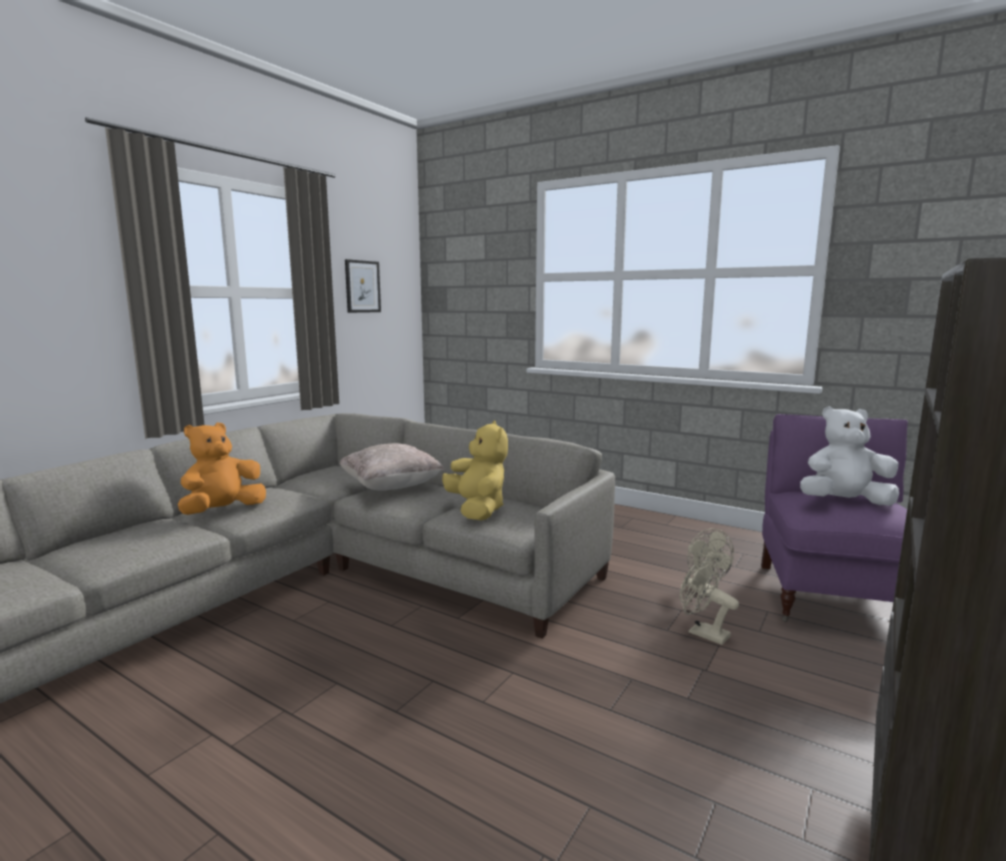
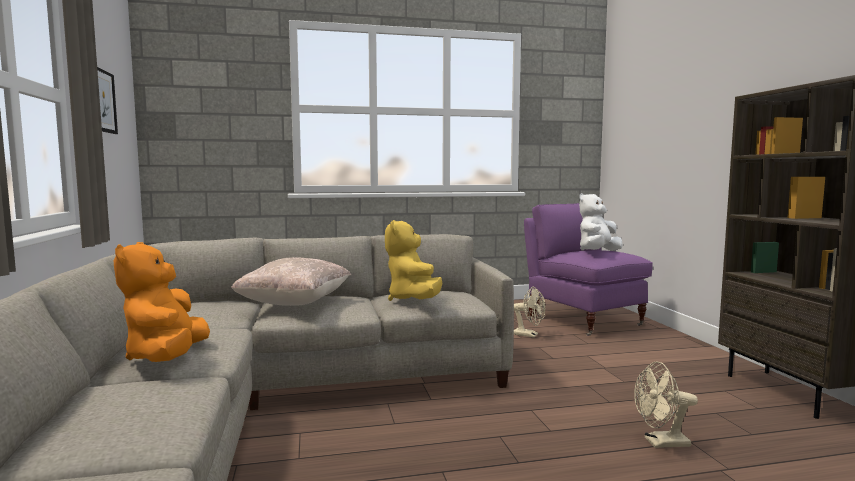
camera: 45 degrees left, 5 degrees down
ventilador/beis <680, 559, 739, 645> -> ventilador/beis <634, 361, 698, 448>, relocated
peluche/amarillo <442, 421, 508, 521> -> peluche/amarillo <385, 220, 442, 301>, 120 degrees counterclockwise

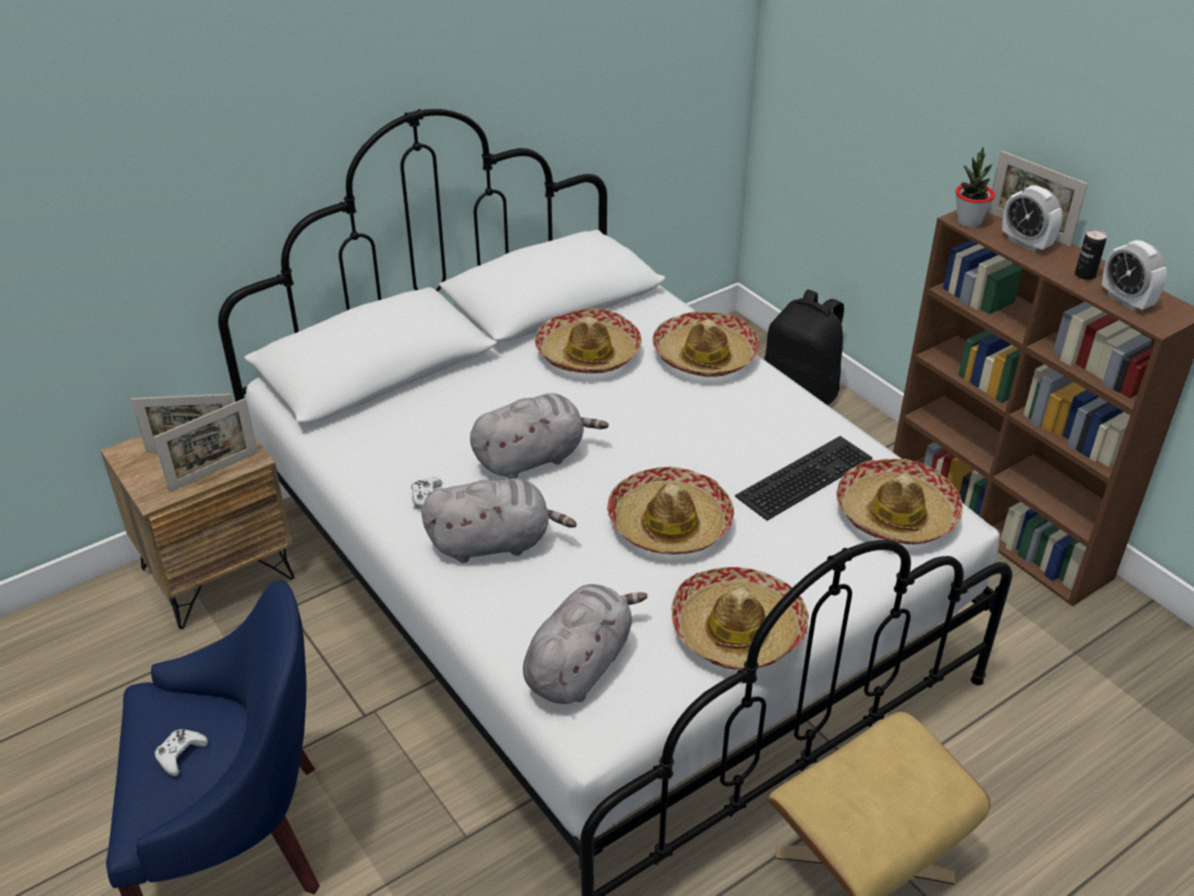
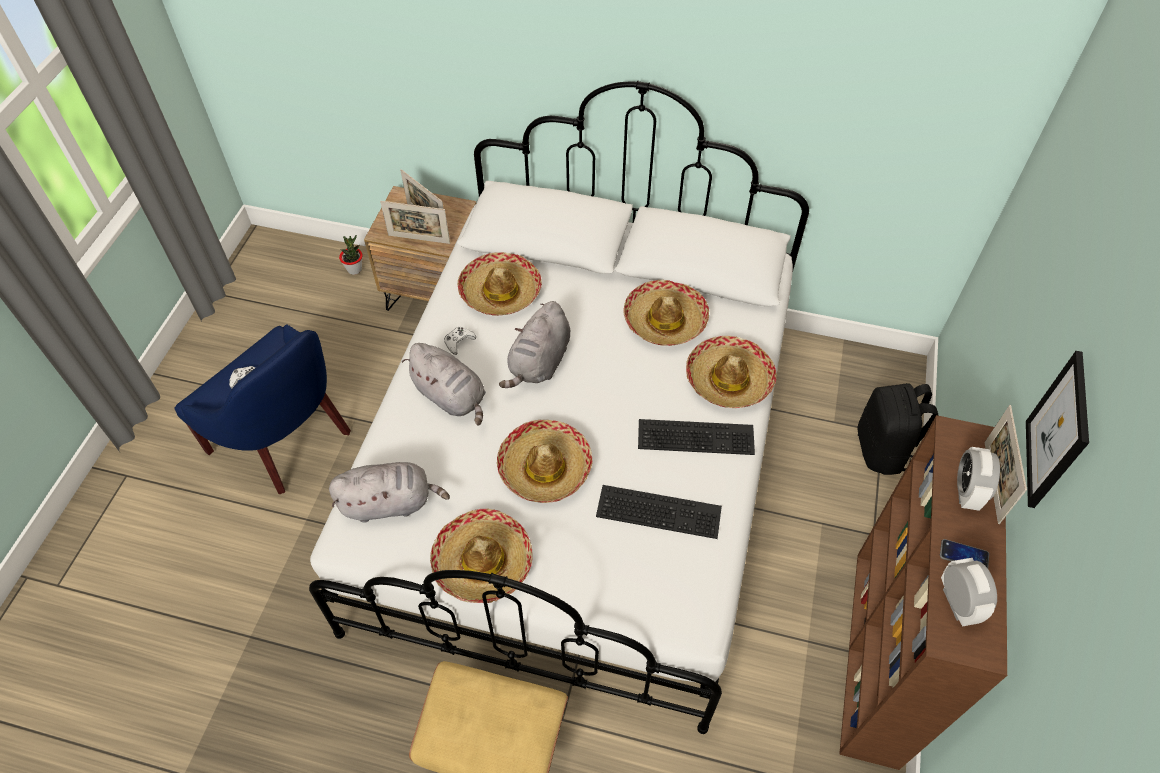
camera: 50 degrees right, 15 degrees up
none -> teclado <638, 419, 755, 455>
none -> cuadro <1026, 351, 1089, 508>
sombrero <836, 459, 963, 544> -> sombrero <458, 252, 542, 316>, relocated
planta en maceta <956, 147, 995, 227> -> planta en maceta <339, 235, 363, 275>, relocated
lata <1075, 230, 1107, 280> -> móvil <940, 539, 989, 568>
peluche/gris <470, 393, 609, 479> -> peluche/gris <499, 301, 570, 388>, 90 degrees clockwise
despertador <1102, 240, 1167, 312> -> despertador <941, 558, 997, 626>, 150 degrees clockwise

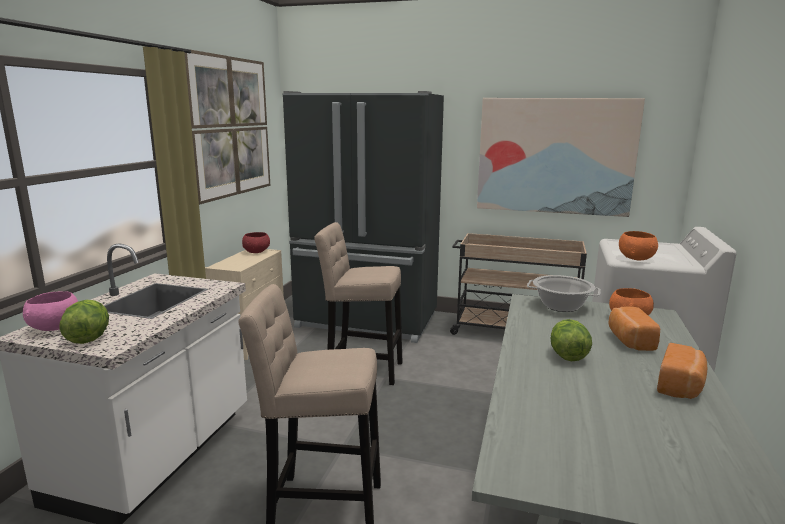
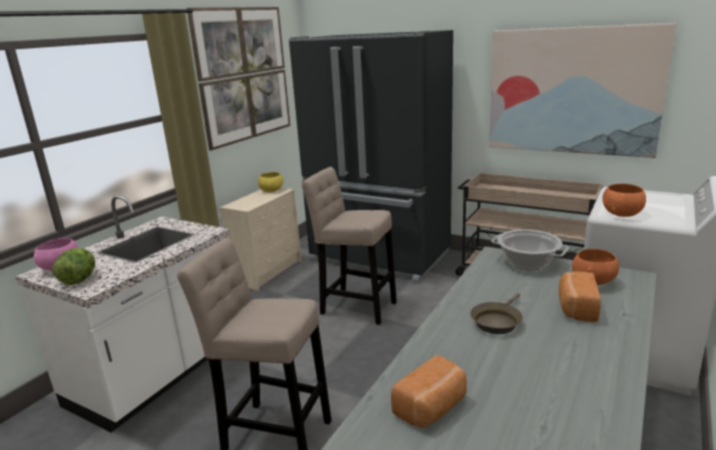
camera: 15 degrees right, 5 degrees up
pan <657, 343, 708, 399> -> pan <391, 355, 467, 428>, relocated
lechuga <550, 319, 592, 361> -> sartén/marrón <470, 293, 523, 334>
cuenco/rojo <242, 232, 270, 253> -> cuenco/amarillo <258, 172, 284, 192>

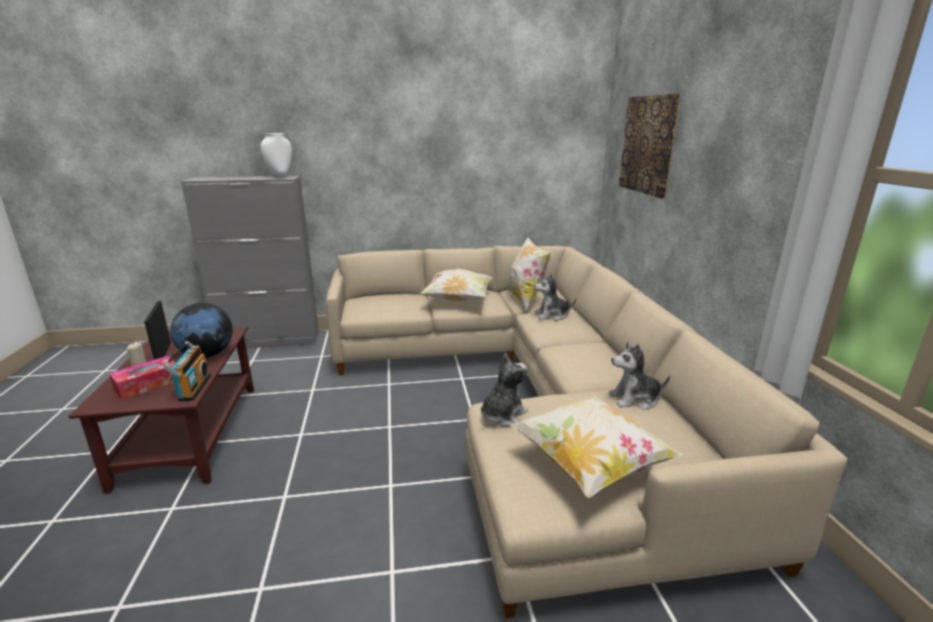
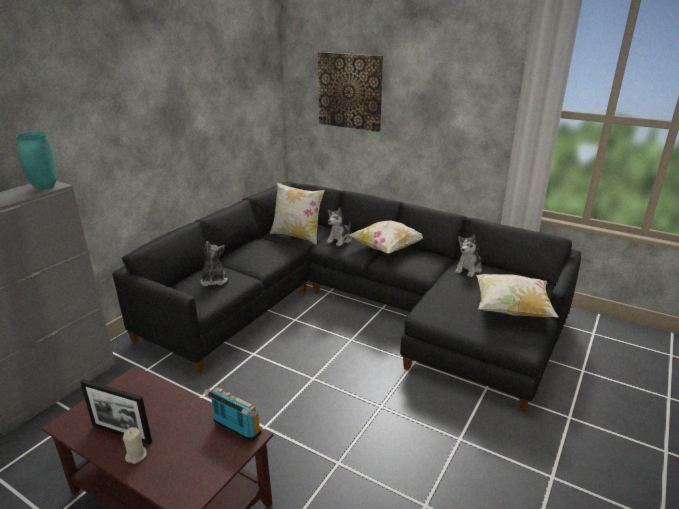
camera: 50 degrees left, 5 degrees up
caja de pañuelos <109, 356, 176, 400> -> none
globo terráqueo <170, 303, 233, 358> -> none
cojín <420, 269, 493, 301> -> cojín <349, 221, 423, 254>, relocated
peluche <481, 353, 528, 427> -> peluche <200, 241, 228, 286>, relocated
florero/blanco <260, 133, 292, 178> -> florero/turquesa <16, 132, 56, 190>
sofá/beis <326, 246, 848, 619> -> sofá/negro <112, 182, 581, 413>

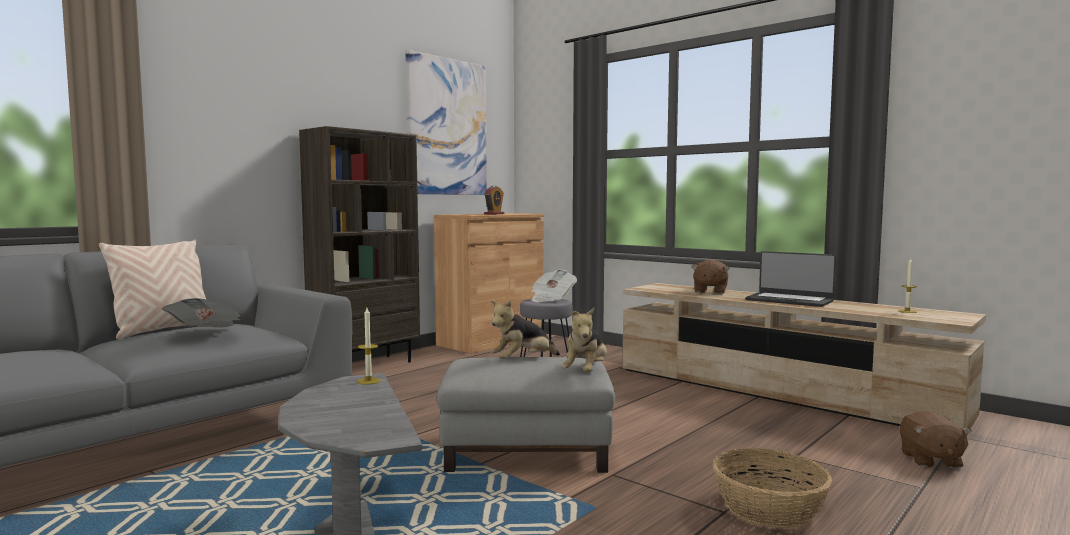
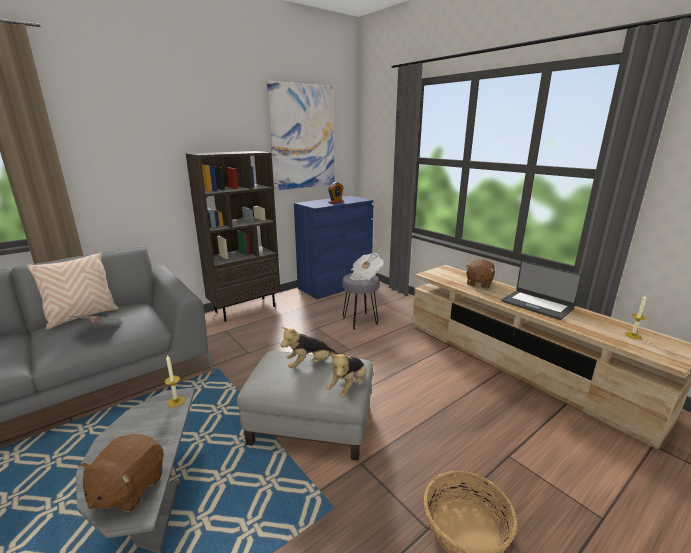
camera: 10 degrees right, 15 degrees up
peluche/marrón <899, 411, 971, 469> -> peluche/marrón <78, 434, 164, 512>, relocated
armario/marrón <434, 213, 544, 354> -> armario/azul <294, 196, 374, 299>

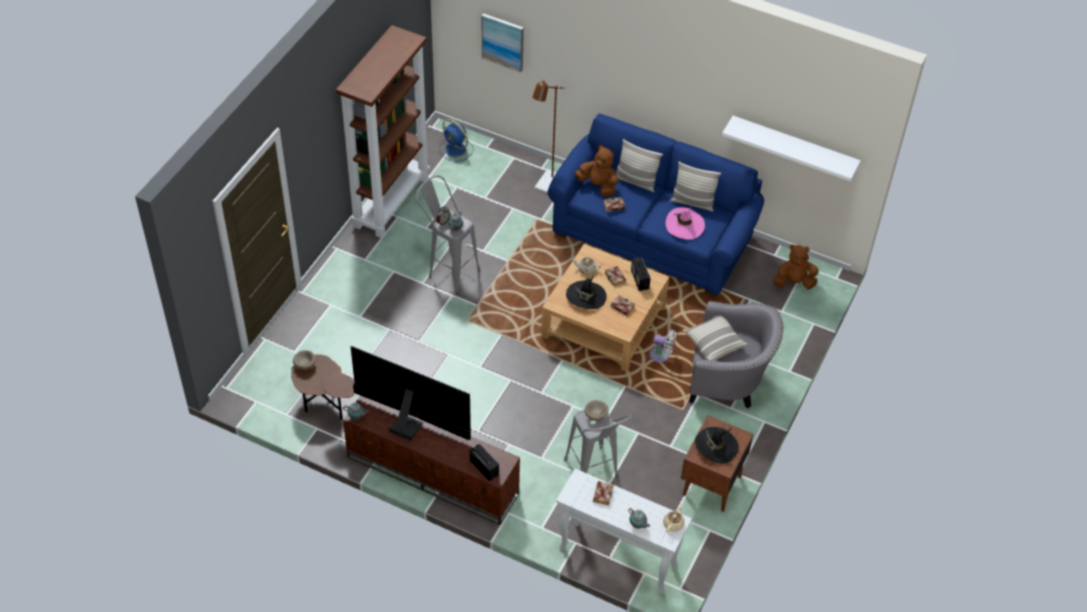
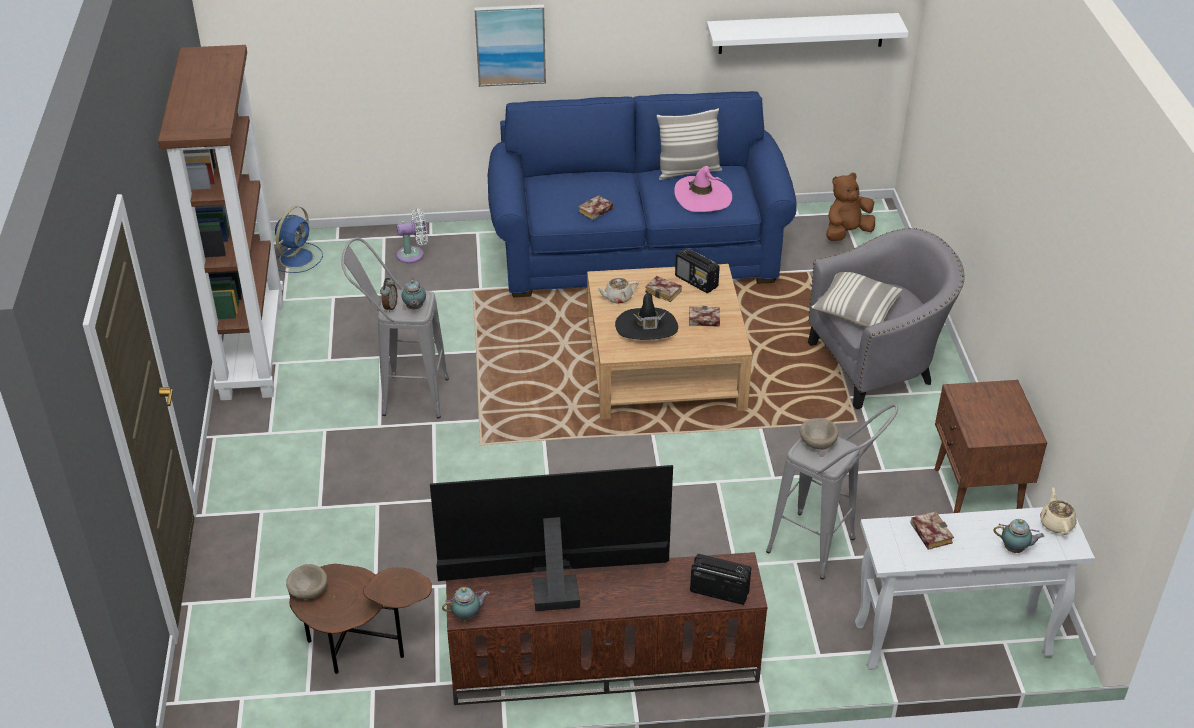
camera: 30 degrees left, 10 degrees down
lámpara de pie/marrón <532, 80, 566, 194> -> none
peluche/marrón <575, 145, 618, 197> -> none
cojín <616, 139, 663, 192> -> none
sombrero/negro <695, 427, 739, 464> -> none
cuadro <482, 13, 524, 72> -> cuadro <474, 5, 546, 87>, relocated
ventilador/blanco <649, 330, 676, 363> -> ventilador/blanco <396, 209, 428, 264>, relocated
ventilador/azul <439, 119, 474, 162> -> ventilador/azul <275, 206, 323, 273>, 75 degrees counterclockwise

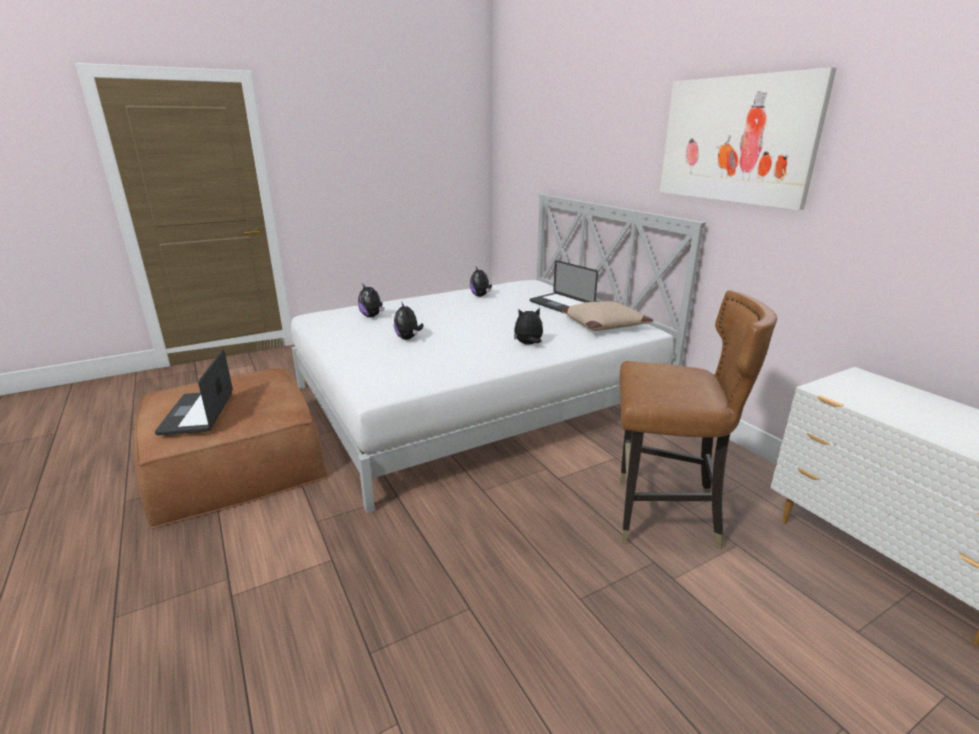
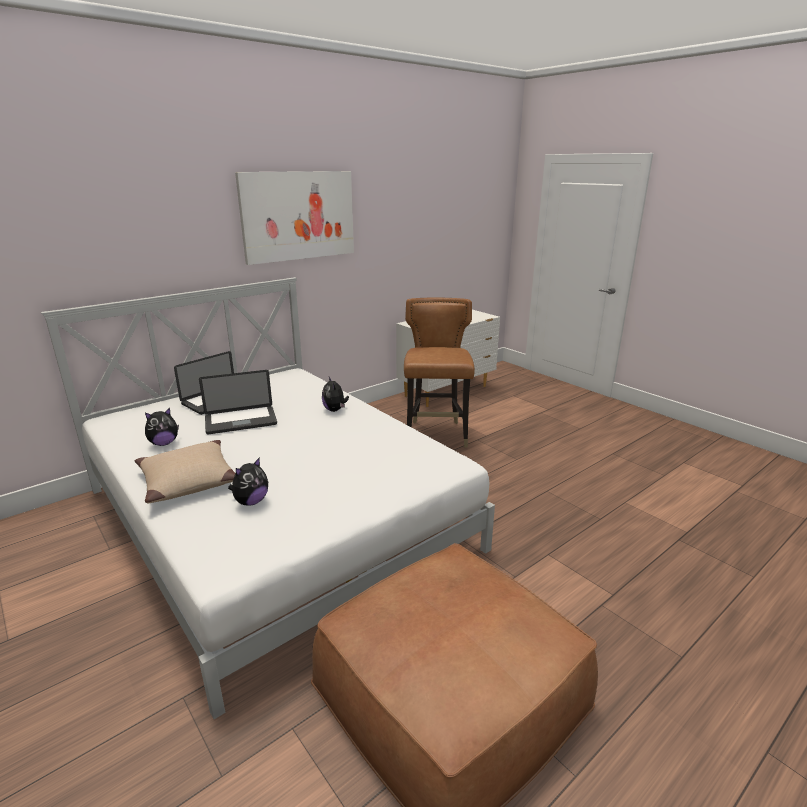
camera: 100 degrees left, 0 degrees up
peluche <394, 301, 424, 340> -> none
portátil <155, 349, 233, 435> -> portátil <199, 370, 277, 434>, relocated
cojín/beis <561, 301, 653, 331> -> cojín/beis <135, 440, 235, 503>, relocated

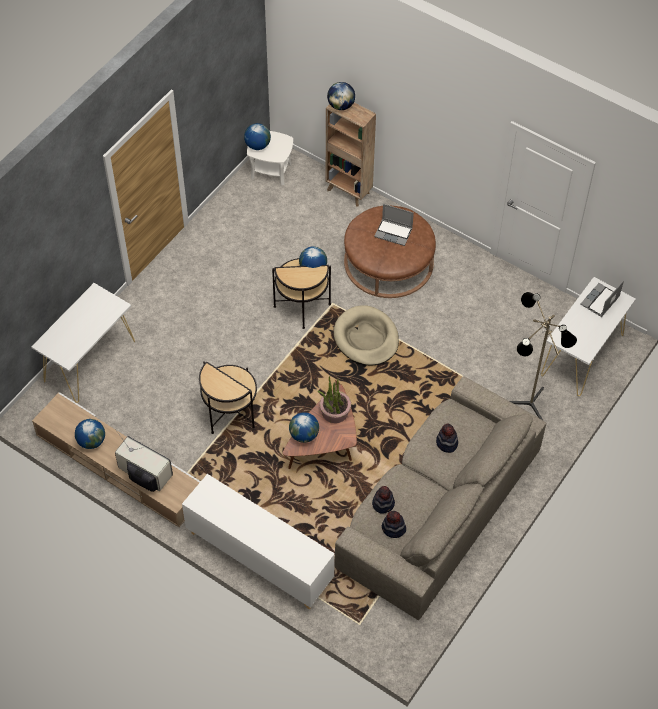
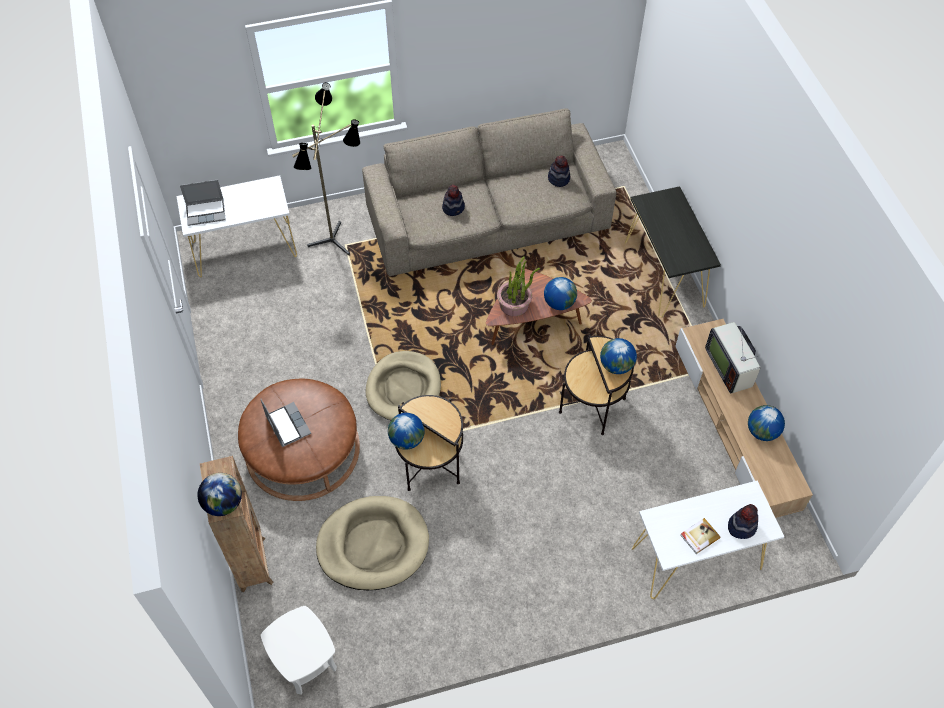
camera: 140 degrees left, 0 degrees up
none -> cama para perro/beis <316, 496, 429, 590>
none -> libro <680, 518, 721, 554>
globo terráqueo <244, 123, 271, 150> -> globo terráqueo <600, 338, 637, 374>, relocated
sombrero <372, 486, 395, 514> -> sombrero <728, 504, 758, 539>, relocated
armario/blanco <182, 474, 335, 609> -> mesa consola/negro <625, 186, 721, 317>

